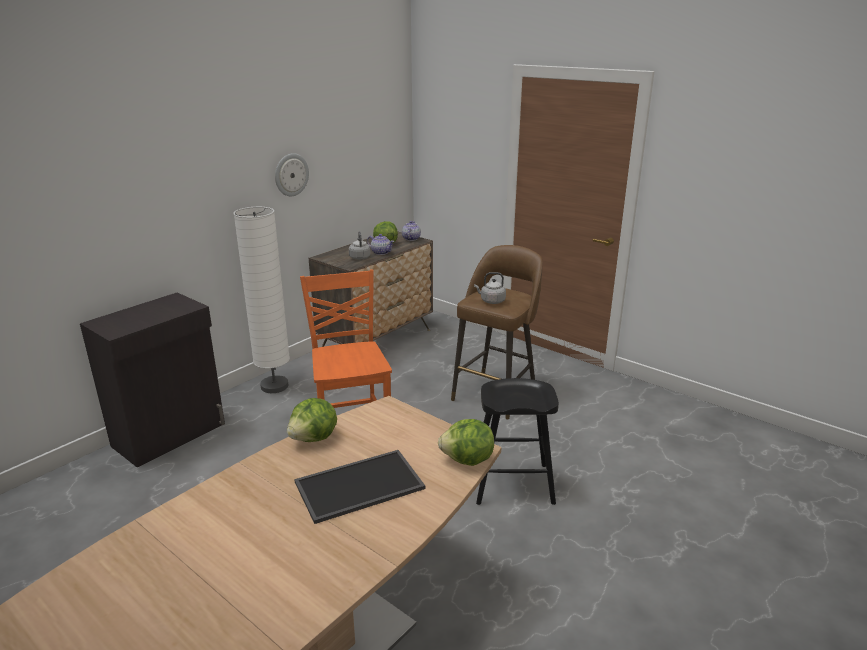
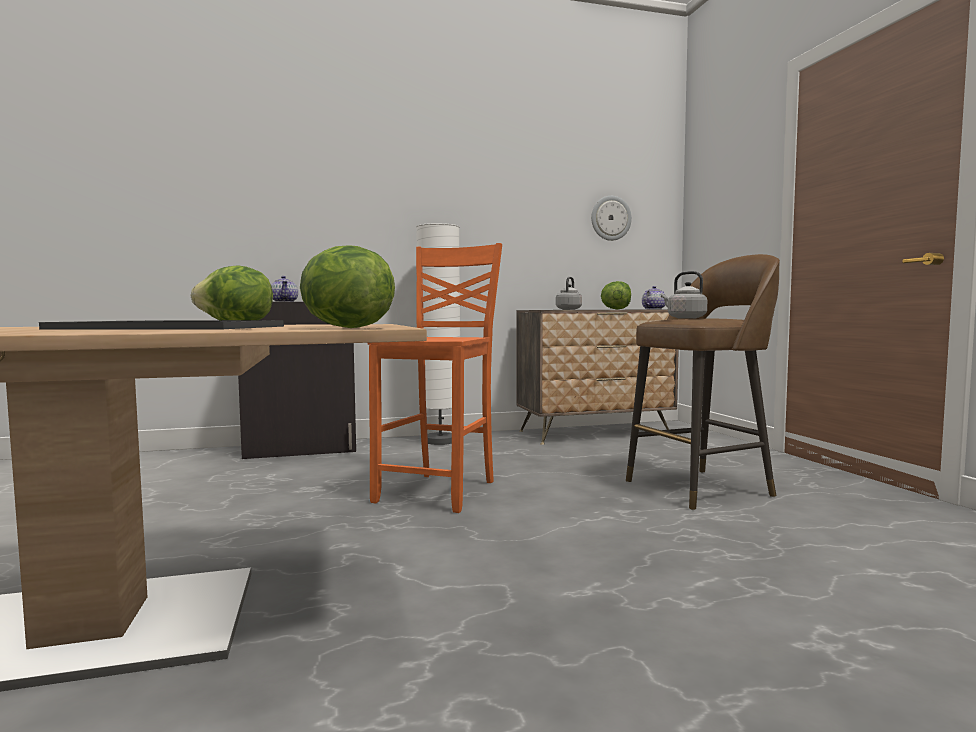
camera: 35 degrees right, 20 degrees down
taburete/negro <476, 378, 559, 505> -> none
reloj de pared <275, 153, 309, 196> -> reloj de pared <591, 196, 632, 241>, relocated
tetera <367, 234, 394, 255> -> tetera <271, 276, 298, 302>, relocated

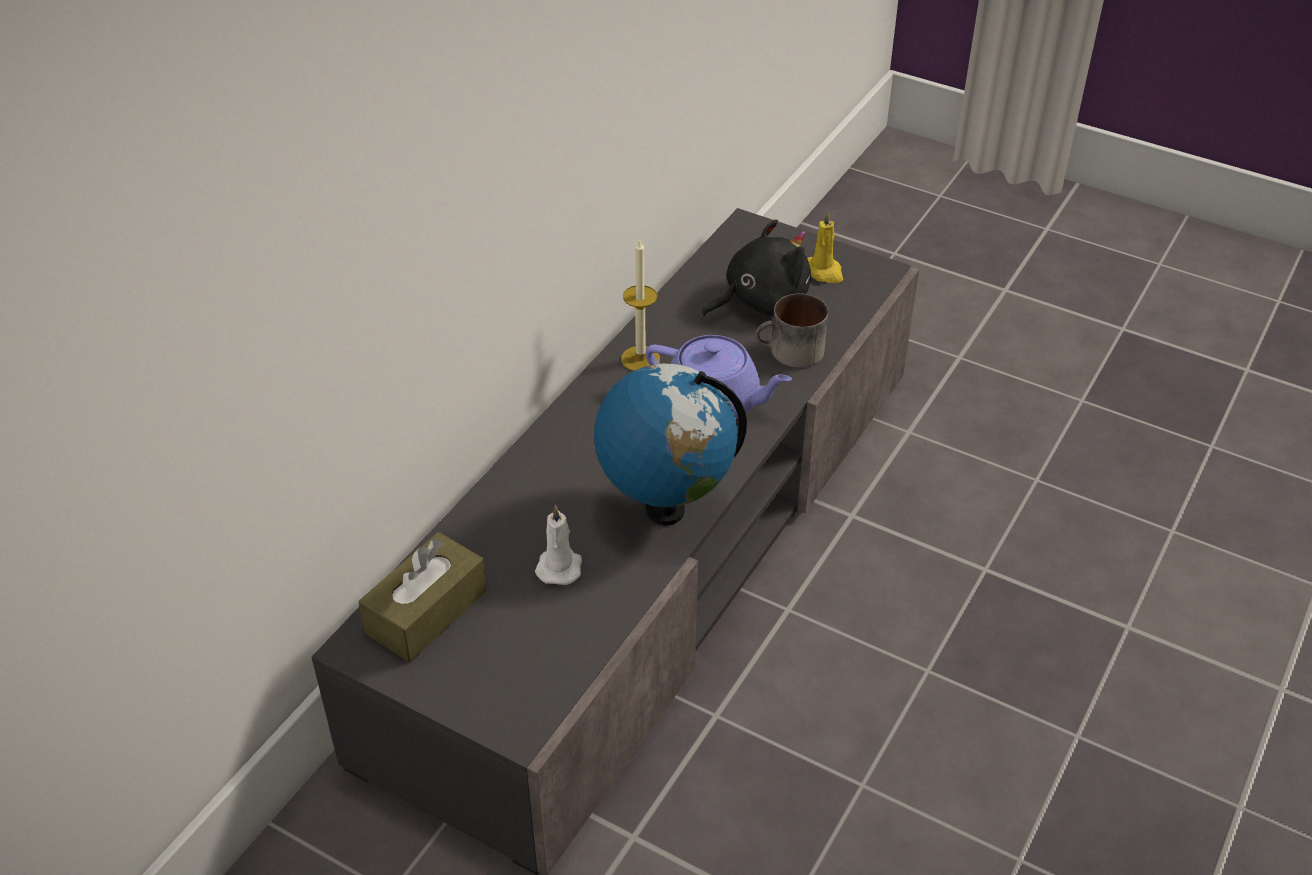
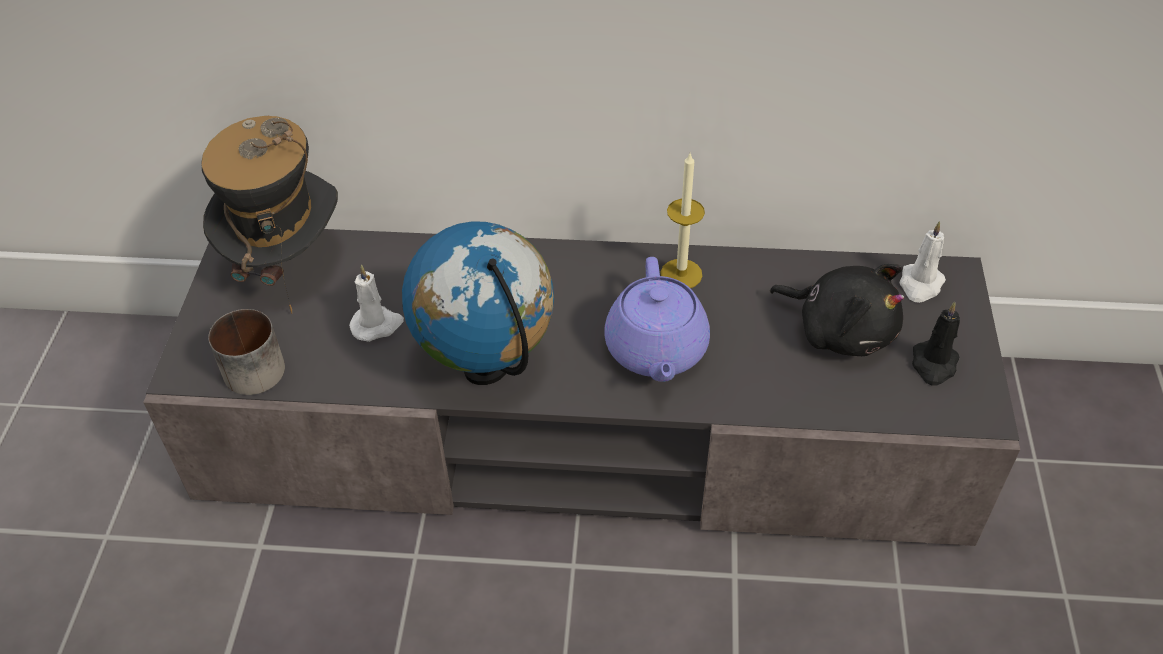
camera: 65 degrees right, 5 degrees up
none -> vela/blanco <900, 221, 946, 303>
taza grande <755, 293, 828, 368> -> taza grande <208, 309, 285, 395>, relocated
caja de pañuelos/marrón <359, 532, 487, 662> -> sombrero <201, 115, 338, 314>
vela/amarillo <807, 211, 843, 283> -> vela/negro <912, 302, 960, 386>

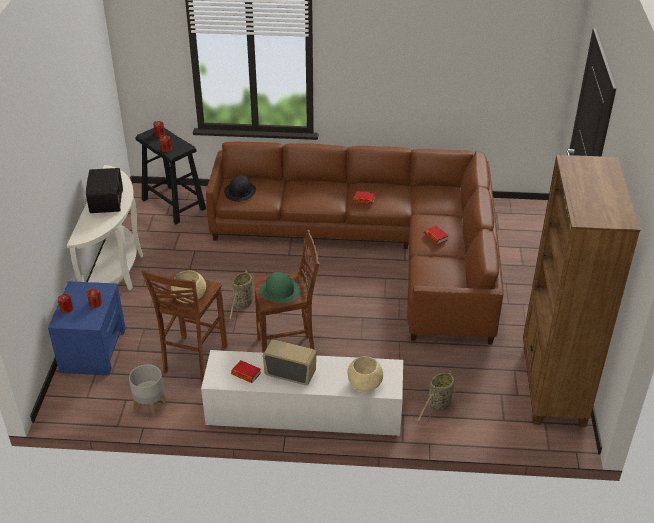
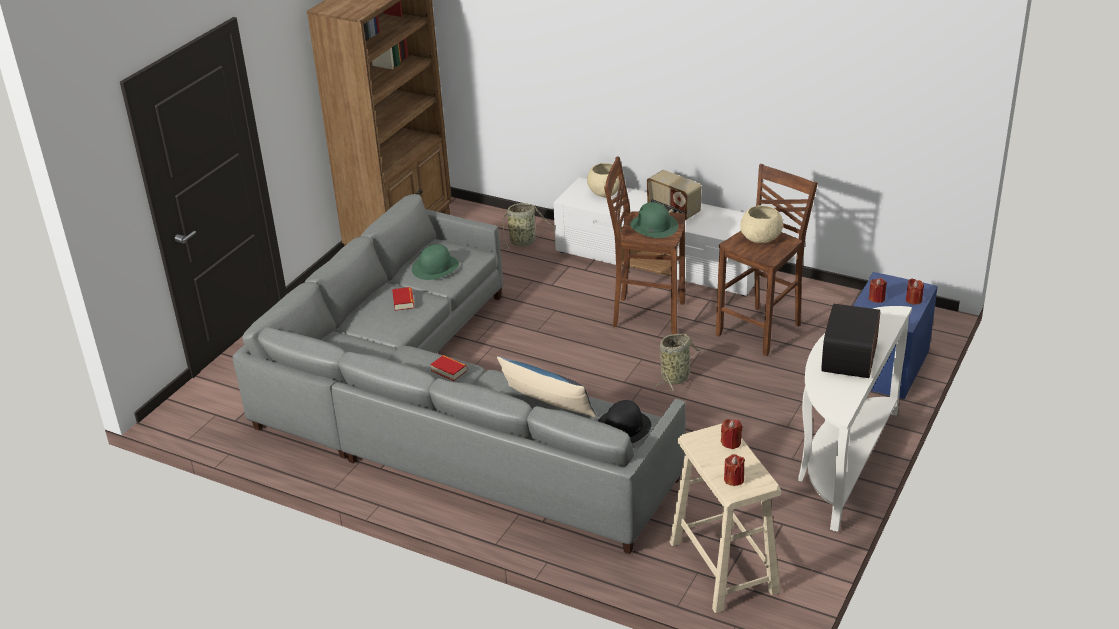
camera: 155 degrees left, 5 degrees down
maceta/gris <129, 364, 166, 417> -> none
libro <231, 360, 261, 383> -> none
none -> sombrero/verde <412, 244, 459, 280>
none -> cojín <497, 356, 596, 417>
taburete/negro <136, 128, 206, 224> -> taburete/beis <670, 423, 781, 613>
sofá/marrón <206, 141, 504, 345> -> sofá/gris <232, 194, 686, 554>

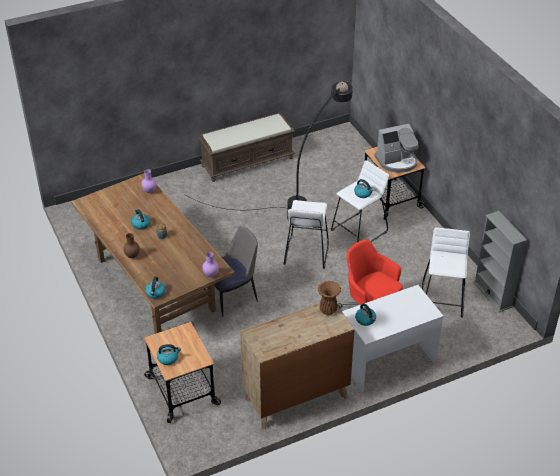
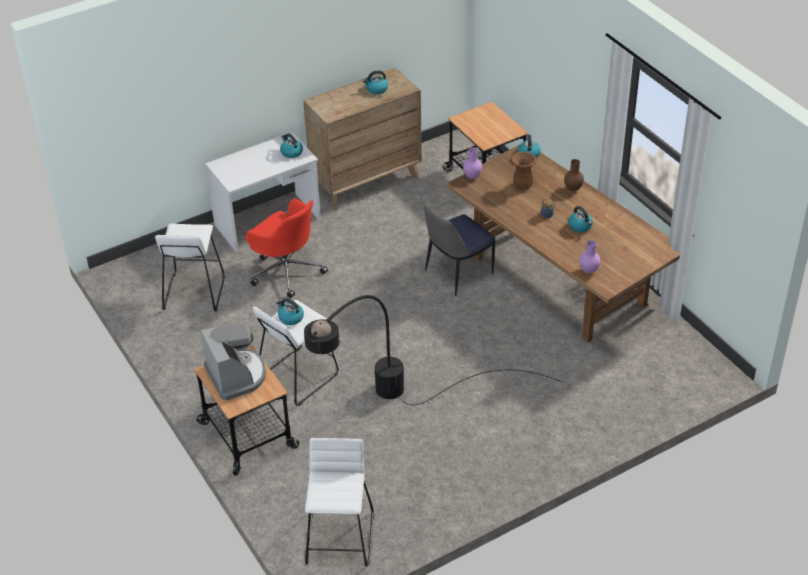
camera: 175 degrees right, 0 degrees up
banco/marrón <198, 113, 295, 182> -> none
estantería/gris <473, 211, 527, 312> -> none
hervidor <157, 344, 181, 365> -> hervidor <363, 70, 388, 94>, relocated
taburete/blanco <284, 200, 329, 269> -> taburete/blanco <305, 438, 374, 566>, relocated
florero/marrón <318, 281, 341, 315> -> florero/marrón <511, 152, 537, 190>, relocated
cafetera <374, 124, 419, 173> -> cafetera <201, 324, 266, 401>, 90 degrees clockwise

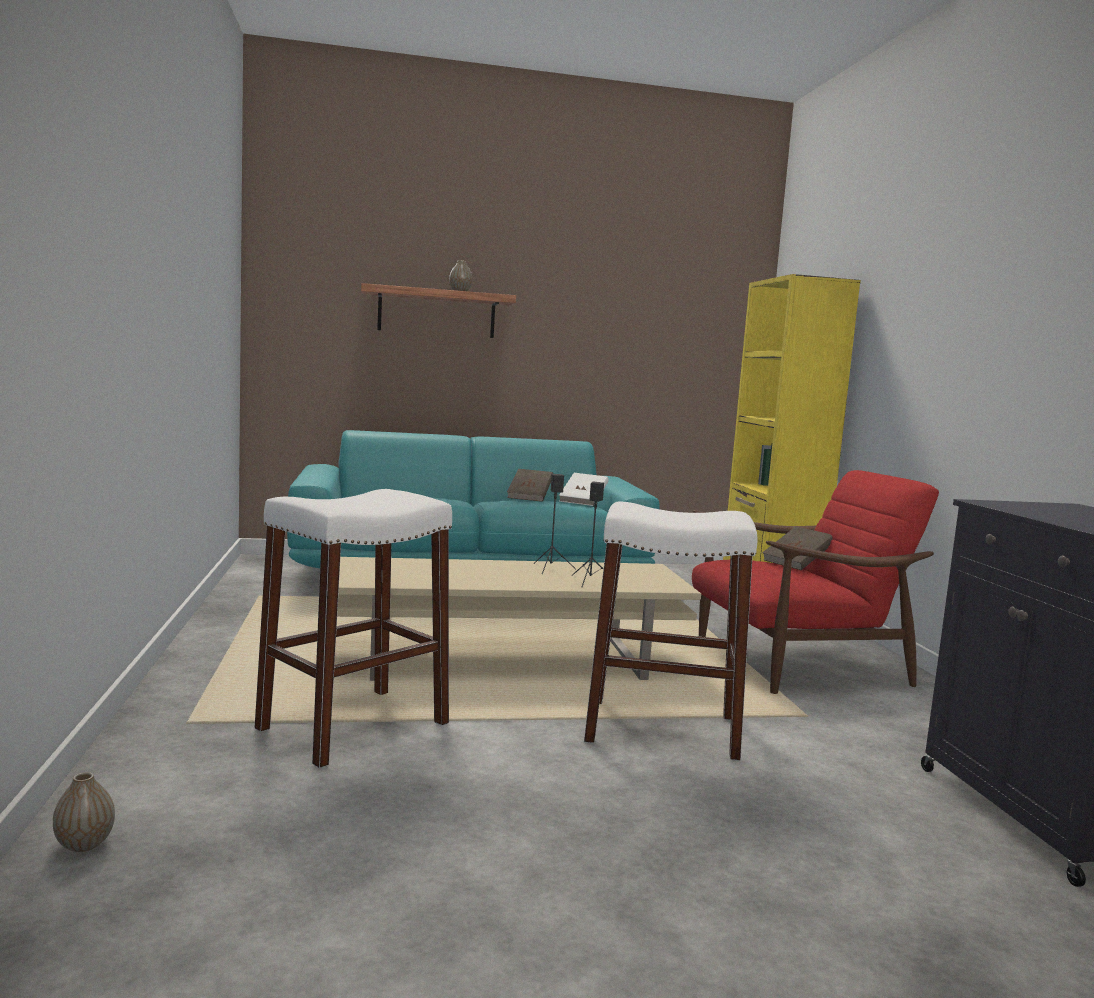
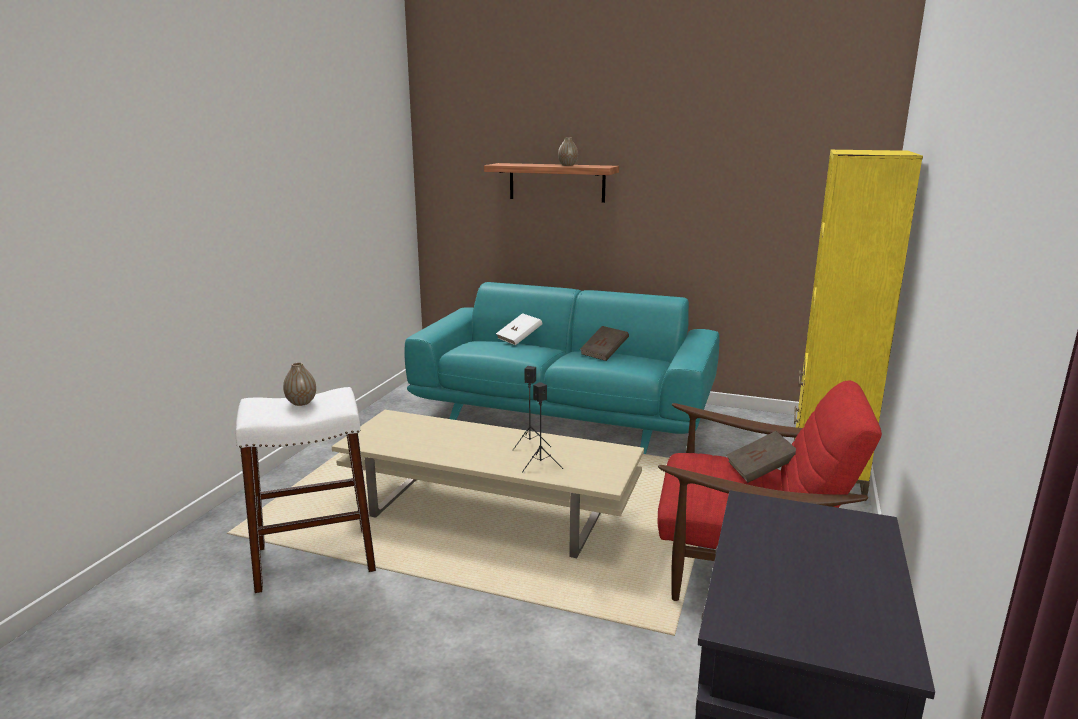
camera: 30 degrees right, 10 degrees up
taburete/blanco <584, 501, 757, 761> -> none
florero <53, 772, 115, 852> -> florero <283, 362, 316, 406>, relocated
libro/blanco <559, 473, 609, 506> -> libro/blanco <496, 313, 543, 345>, relocated

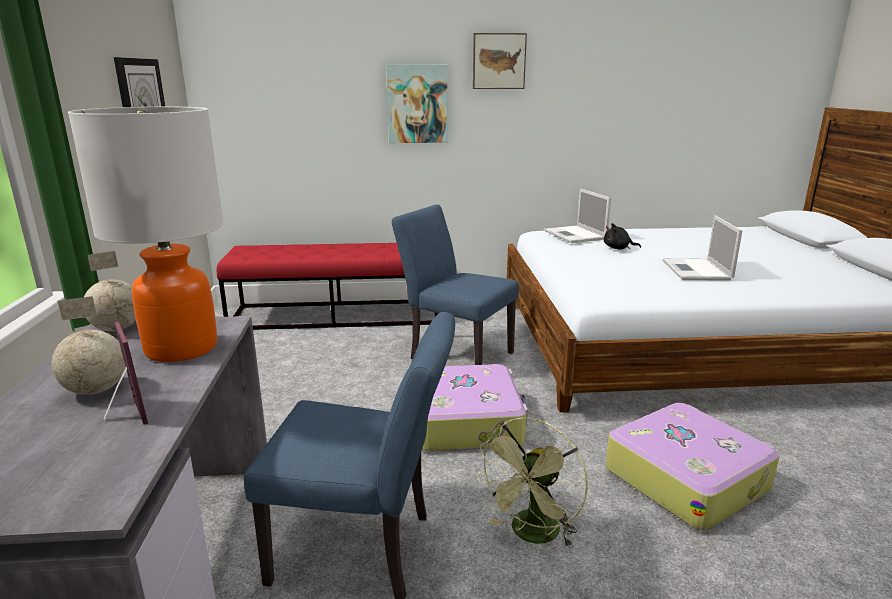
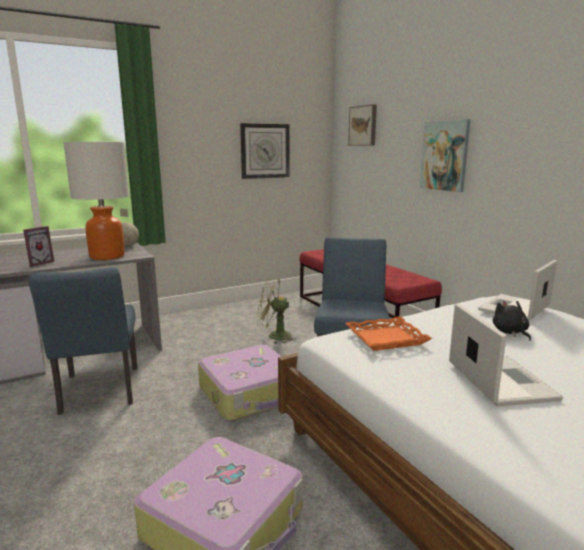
camera: 65 degrees right, 5 degrees down
globo terráqueo <52, 296, 126, 395> -> none
none -> bandeja/naranja <345, 316, 432, 351>
cuadro <473, 33, 527, 89> -> cuadro <348, 104, 377, 145>, relocated
ventilador/verde <475, 418, 588, 548> -> ventilador/verde <257, 278, 297, 344>, relocated
portátil <662, 215, 742, 280> -> portátil <449, 303, 563, 406>, 105 degrees clockwise

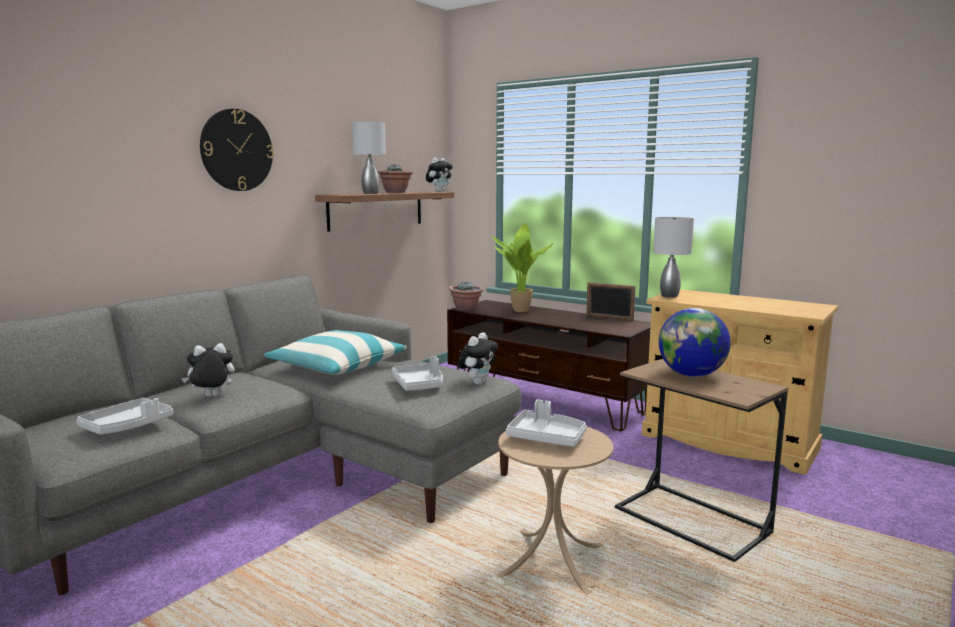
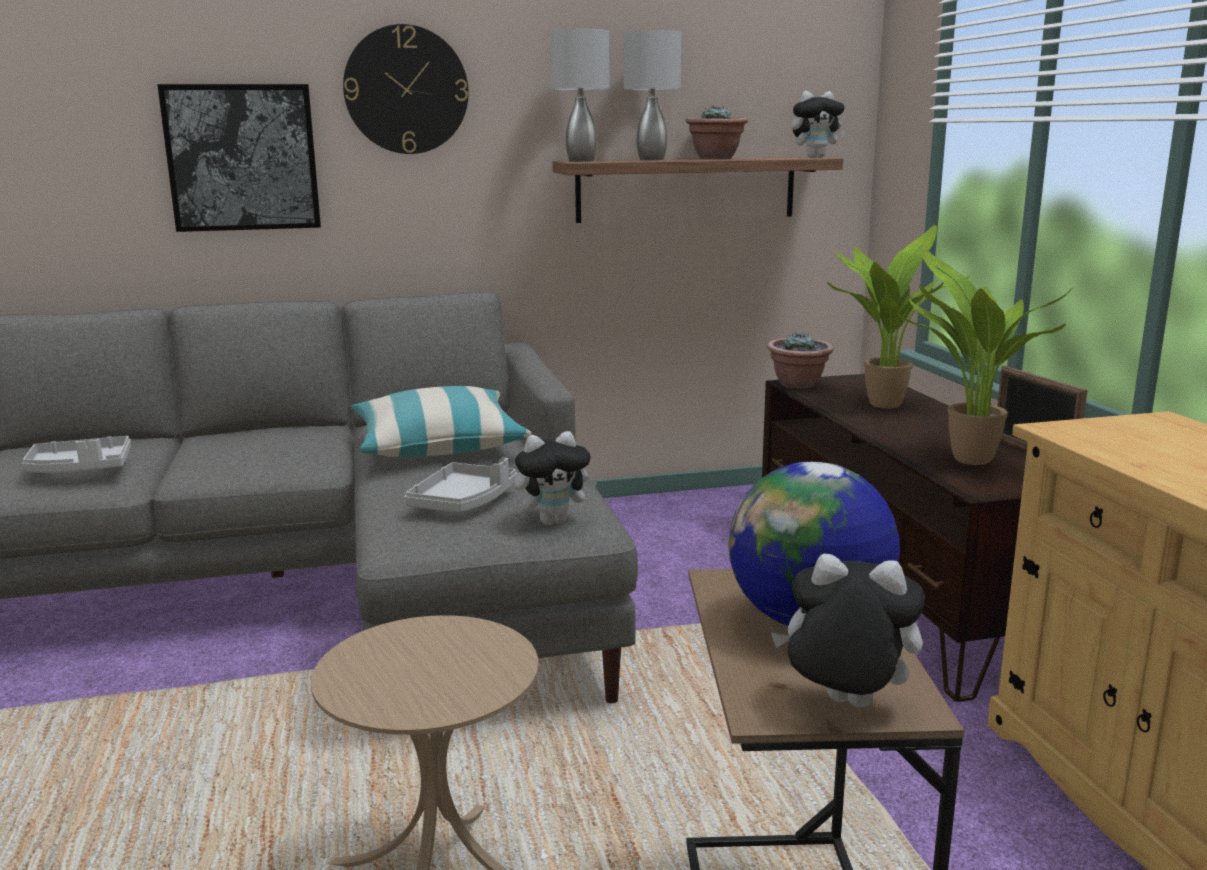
camera: 40 degrees right, 5 degrees up
bandeja/gris <506, 399, 587, 447> -> none
none -> cuadro <157, 84, 321, 232>
none -> planta en maceta <895, 244, 1071, 465>
peluche <182, 343, 235, 397> -> peluche <771, 554, 925, 708>, relocated
lámpara de mesa/gris <653, 217, 694, 298> -> lámpara de mesa/gris <550, 29, 610, 162>, relocated

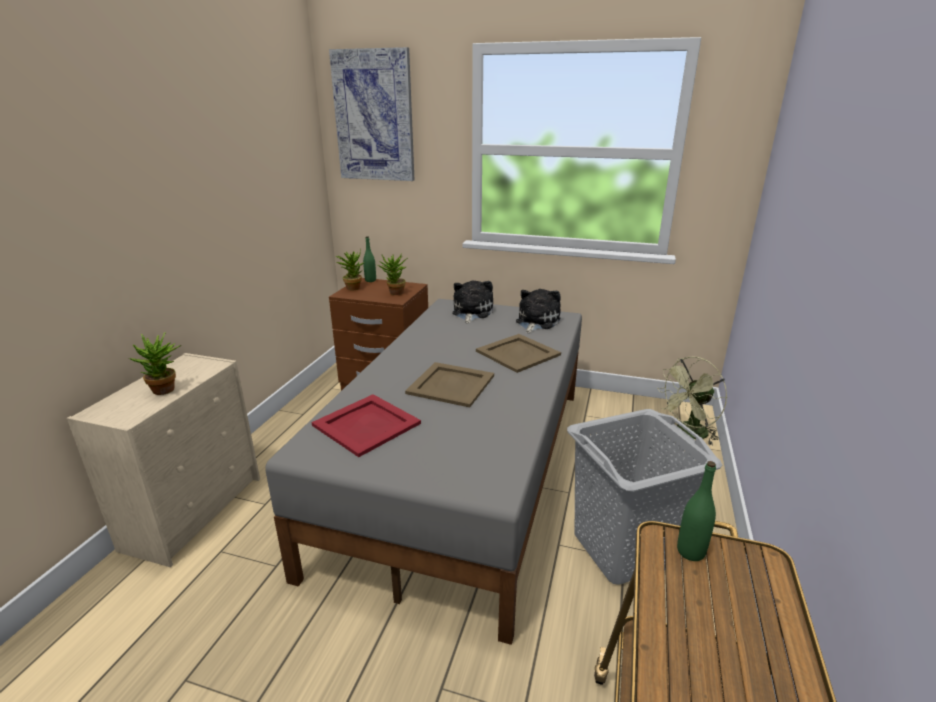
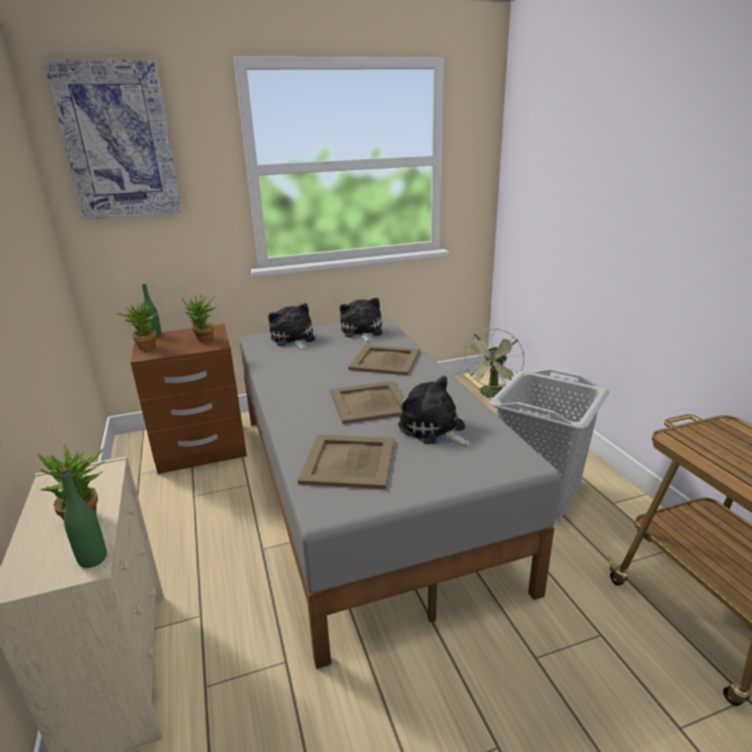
camera: 35 degrees left, 0 degrees up
none -> peluche <398, 376, 472, 446>
botella/verde <677, 461, 716, 561> -> botella/verde <60, 468, 107, 568>, relocated
bandeja/rojo <312, 394, 421, 457> -> bandeja/beis <298, 434, 394, 489>

